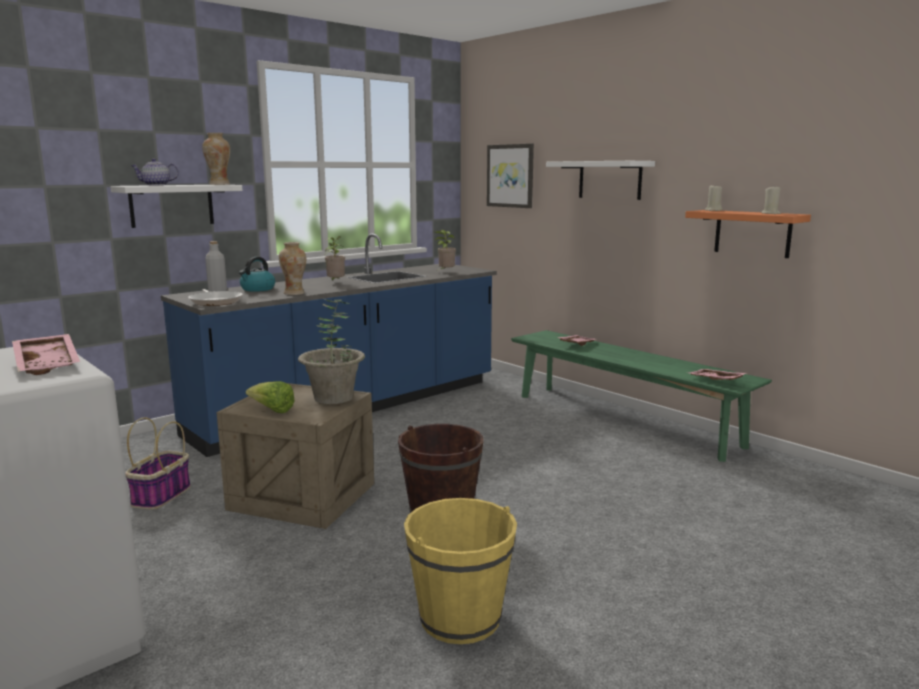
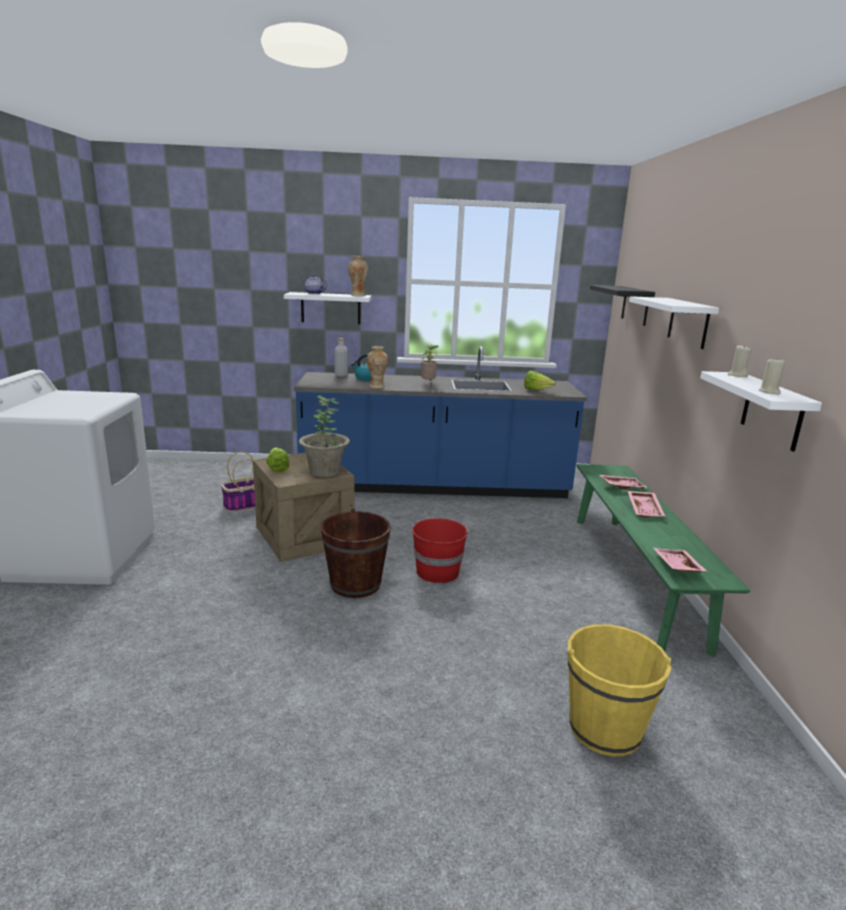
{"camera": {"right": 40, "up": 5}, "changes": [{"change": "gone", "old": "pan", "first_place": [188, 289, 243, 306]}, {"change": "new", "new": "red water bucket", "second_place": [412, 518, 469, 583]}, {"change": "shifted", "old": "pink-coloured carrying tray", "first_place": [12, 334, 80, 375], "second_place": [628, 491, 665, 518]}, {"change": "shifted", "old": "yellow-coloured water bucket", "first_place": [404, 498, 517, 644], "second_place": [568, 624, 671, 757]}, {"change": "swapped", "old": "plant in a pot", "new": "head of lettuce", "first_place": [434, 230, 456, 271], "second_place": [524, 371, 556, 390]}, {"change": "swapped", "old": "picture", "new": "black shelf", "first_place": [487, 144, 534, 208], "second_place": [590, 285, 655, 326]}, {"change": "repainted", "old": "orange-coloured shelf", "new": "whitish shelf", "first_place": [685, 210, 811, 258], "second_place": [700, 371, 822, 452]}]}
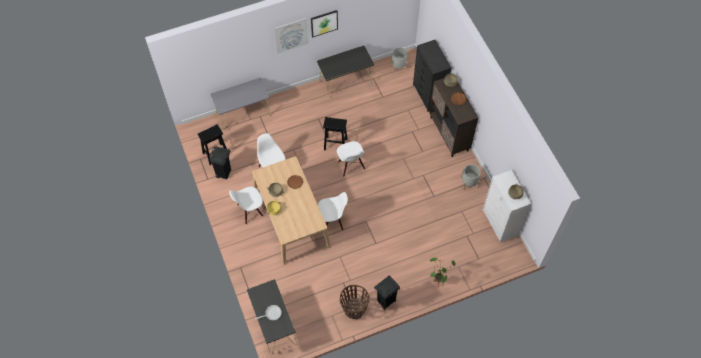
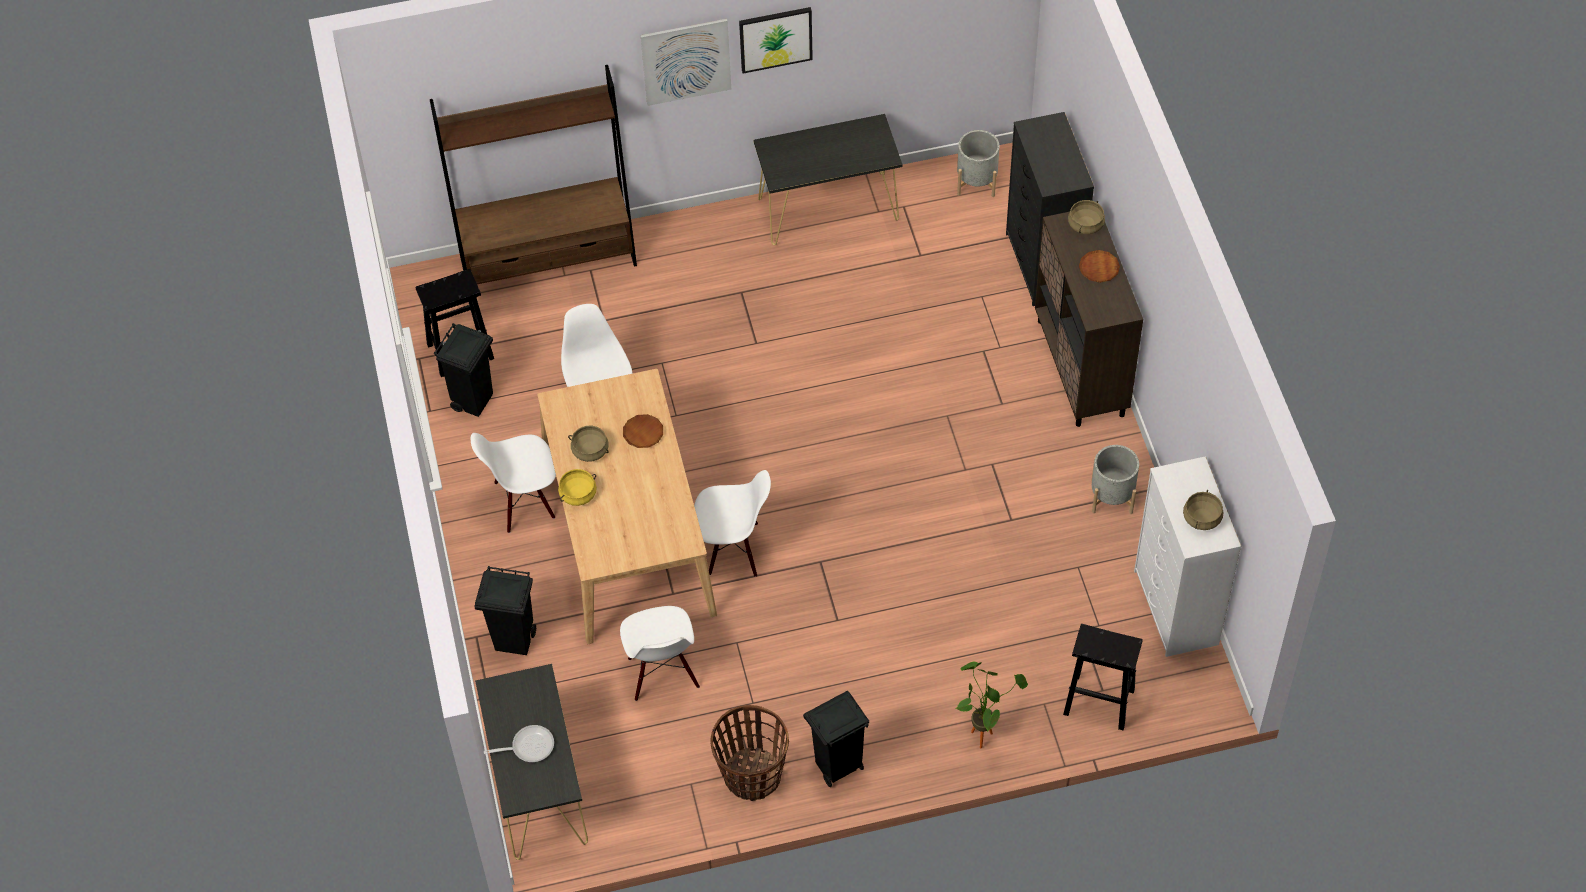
{"camera": {"right": 10, "up": -5}, "changes": [{"change": "new", "new": "black waste bin", "second_place": [474, 566, 536, 655]}, {"change": "shifted", "old": "black stool", "first_place": [323, 117, 348, 151], "second_place": [1063, 624, 1143, 730]}, {"change": "shifted", "old": "whitish chair", "first_place": [337, 141, 365, 176], "second_place": [620, 606, 700, 701]}, {"change": "swapped", "old": "greyish hall table", "new": "brownish shelving unit", "first_place": [211, 78, 271, 132], "second_place": [430, 65, 637, 284]}]}
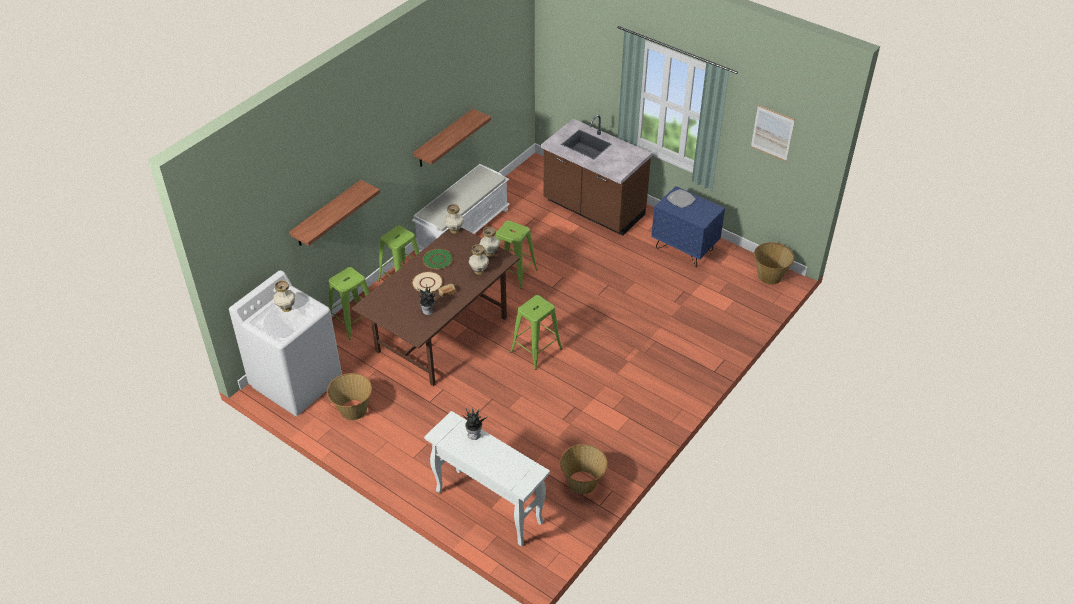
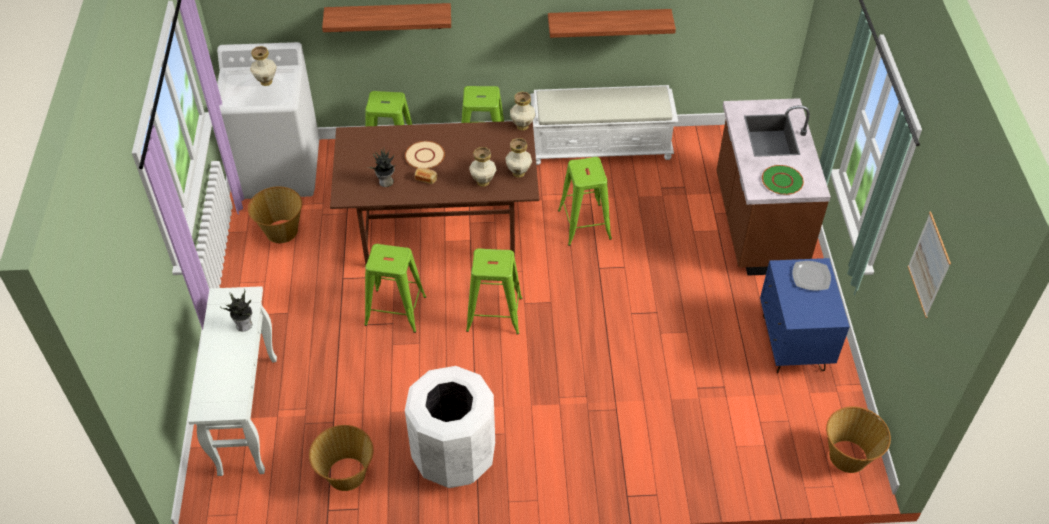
{"camera": {"right": 50, "up": 5}, "changes": [{"change": "new", "new": "green-coloured stool", "second_place": [364, 244, 426, 333]}, {"change": "new", "new": "whitish waste bin", "second_place": [405, 366, 495, 488]}, {"change": "shifted", "old": "green-coloured flat dish", "first_place": [423, 249, 453, 269], "second_place": [762, 165, 804, 195]}]}
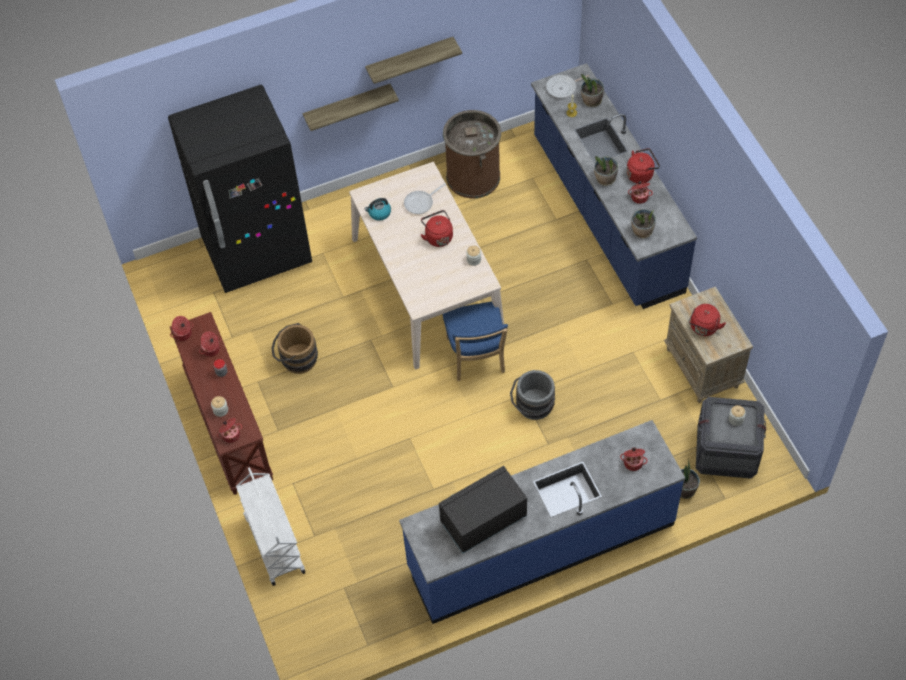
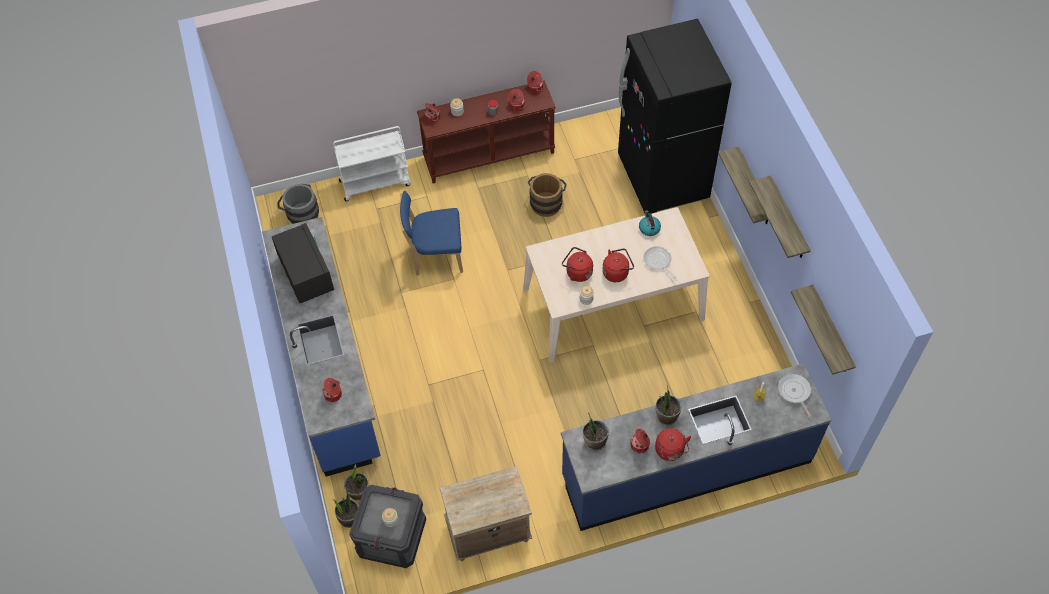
{"camera": {"right": 95, "up": 0}, "changes": [{"change": "gone", "old": "brownish waste bin", "first_place": [443, 110, 501, 198]}, {"change": "new", "new": "shelf", "second_place": [791, 285, 856, 375]}, {"change": "shifted", "old": "bluish chair", "first_place": [443, 301, 508, 381], "second_place": [399, 191, 463, 276]}, {"change": "shifted", "old": "greyish water bucket", "first_place": [510, 370, 555, 420], "second_place": [277, 184, 319, 224]}, {"change": "shifted", "old": "plant in a pot", "first_place": [581, 74, 604, 107], "second_place": [332, 491, 358, 528]}, {"change": "shifted", "old": "red water kettle", "first_place": [689, 304, 726, 336], "second_place": [562, 247, 593, 282]}]}
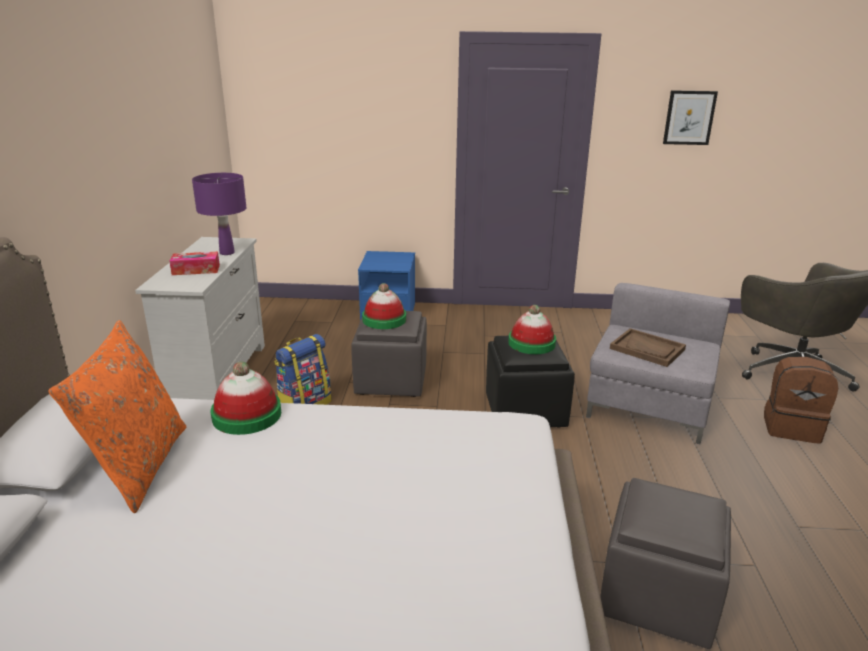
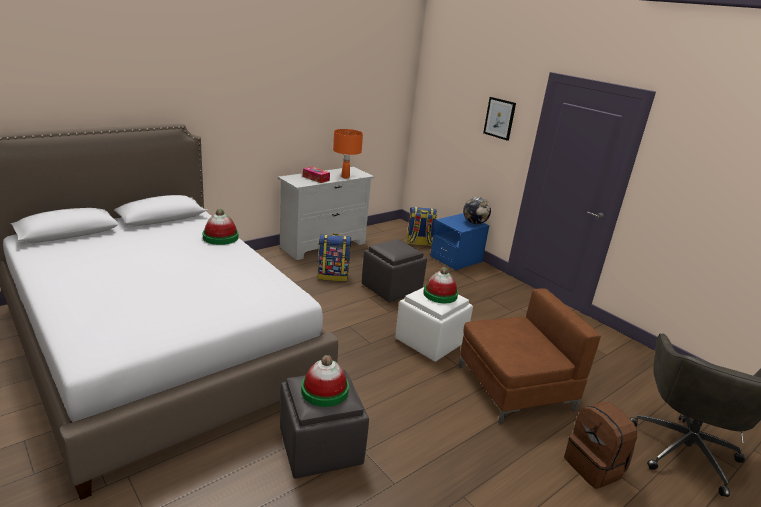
{"camera": {"right": 45, "up": 0}, "changes": [{"change": "gone", "old": "orange-coloured throw pillow", "first_place": [48, 320, 186, 513]}, {"change": "gone", "old": "brownish carrying tray", "first_place": [610, 328, 686, 367]}, {"change": "new", "new": "knapsack", "second_place": [407, 207, 437, 246]}, {"change": "new", "new": "desk globe", "second_place": [463, 197, 491, 224]}, {"change": "shifted", "old": "wearable hat", "first_place": [362, 283, 406, 329], "second_place": [301, 355, 349, 407]}, {"change": "shifted", "old": "picture", "first_place": [663, 90, 718, 145], "second_place": [483, 97, 516, 141]}, {"change": "repainted", "old": "purple tabletop lamp", "new": "orange-coloured tabletop lamp", "first_place": [192, 173, 247, 255], "second_place": [333, 129, 363, 178]}, {"change": "repainted", "old": "black footrest", "new": "whitish footrest", "first_place": [486, 336, 575, 428], "second_place": [395, 287, 473, 362]}, {"change": "repainted", "old": "greyish easy chair", "new": "brownish easy chair", "first_place": [586, 283, 730, 444], "second_place": [459, 288, 601, 424]}]}
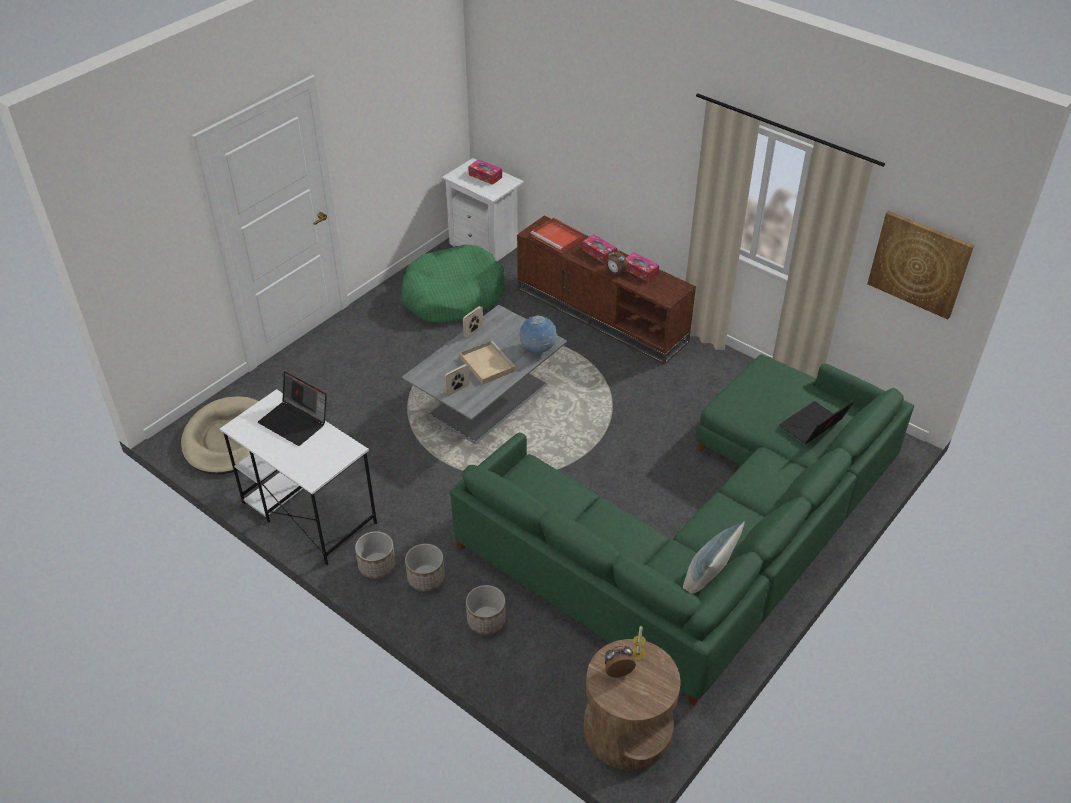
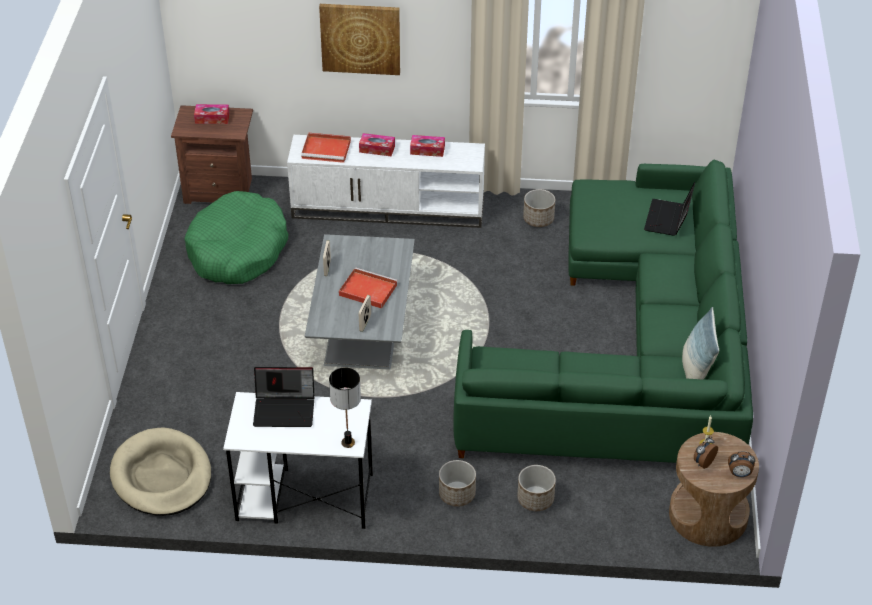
{"camera": {"right": -35, "up": 0}, "changes": [{"change": "gone", "old": "desk globe", "first_place": [519, 315, 558, 353]}, {"change": "new", "new": "tabletop lamp", "second_place": [329, 367, 361, 448]}, {"change": "shifted", "old": "planter", "first_place": [355, 531, 395, 579], "second_place": [523, 189, 555, 227]}, {"change": "shifted", "old": "alarm clock", "first_place": [606, 249, 628, 275], "second_place": [728, 451, 755, 477]}, {"change": "shifted", "old": "picture", "first_place": [867, 211, 974, 320], "second_place": [319, 4, 400, 75]}, {"change": "repainted", "old": "whitish bedside table", "new": "brownish bedside table", "first_place": [442, 158, 524, 261], "second_place": [171, 105, 253, 204]}, {"change": "repainted", "old": "beige carrying tray", "new": "red carrying tray", "first_place": [460, 341, 516, 384], "second_place": [339, 267, 398, 309]}, {"change": "repainted", "old": "brownish tv stand", "new": "whitish tv stand", "first_place": [517, 216, 696, 365], "second_place": [287, 135, 485, 228]}]}
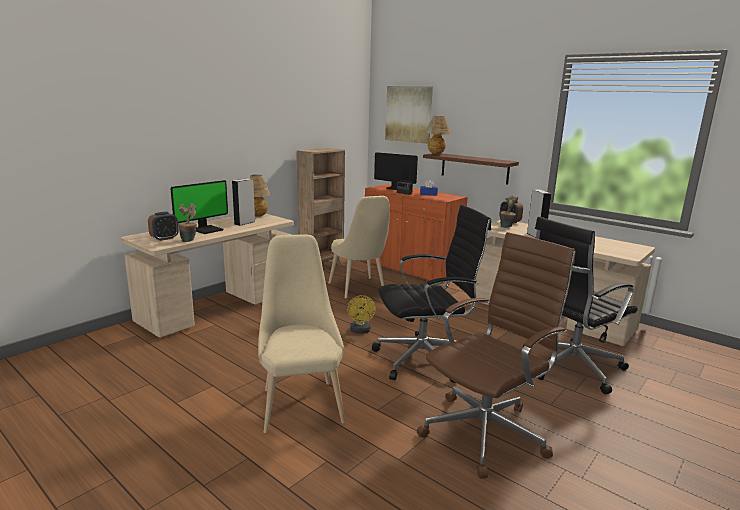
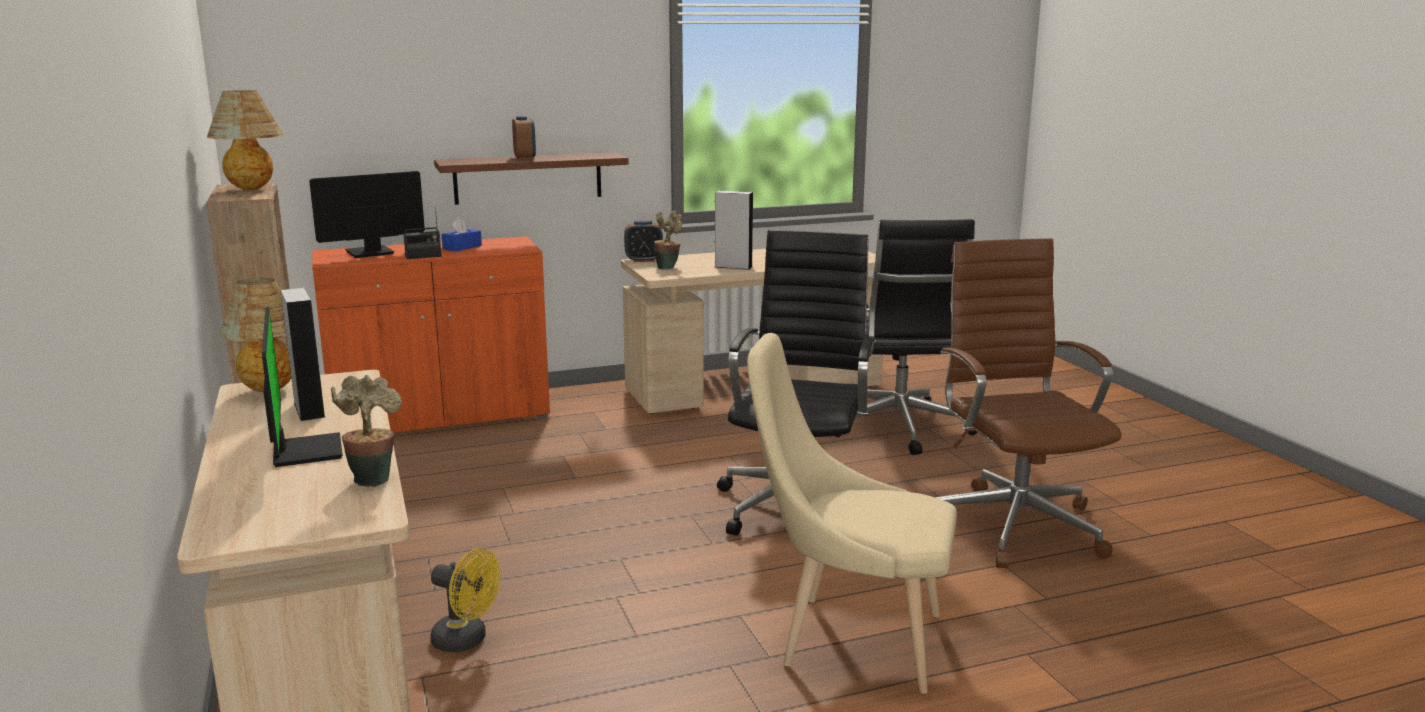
{"camera": {"right": -60, "up": 0}, "changes": [{"change": "gone", "old": "beige chair", "first_place": [328, 196, 390, 299]}, {"change": "gone", "old": "picture", "first_place": [385, 86, 433, 144]}, {"change": "shifted", "old": "alarm clock", "first_place": [148, 211, 179, 241], "second_place": [512, 116, 536, 160]}, {"change": "shifted", "old": "yellow-coloured electric fan", "first_place": [347, 295, 376, 334], "second_place": [430, 548, 501, 652]}, {"change": "shifted", "old": "tabletop lamp", "first_place": [425, 116, 451, 154], "second_place": [207, 90, 283, 190]}]}
